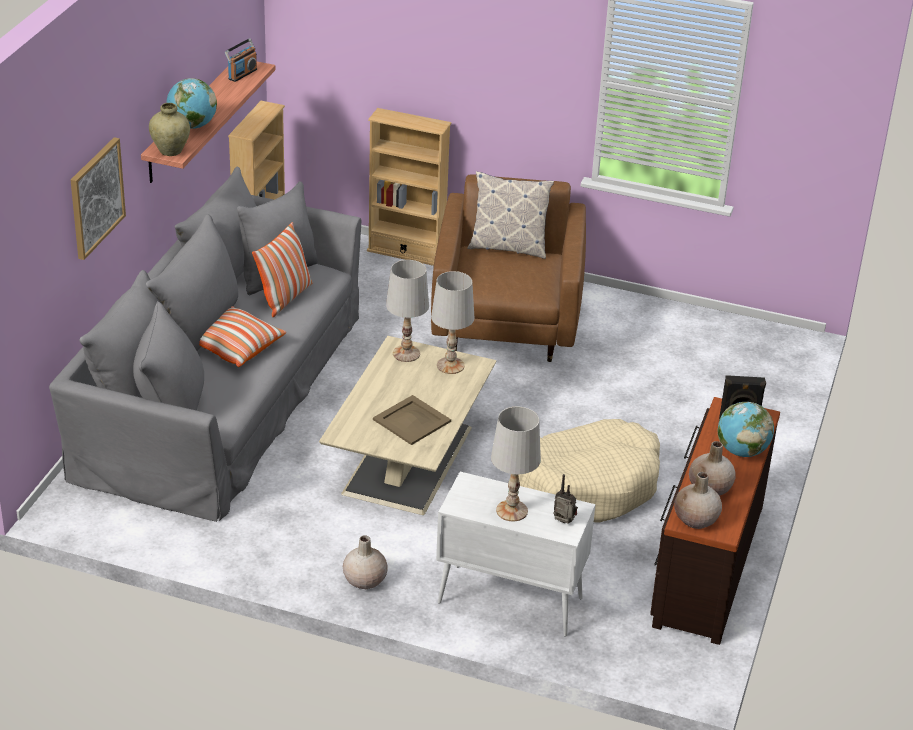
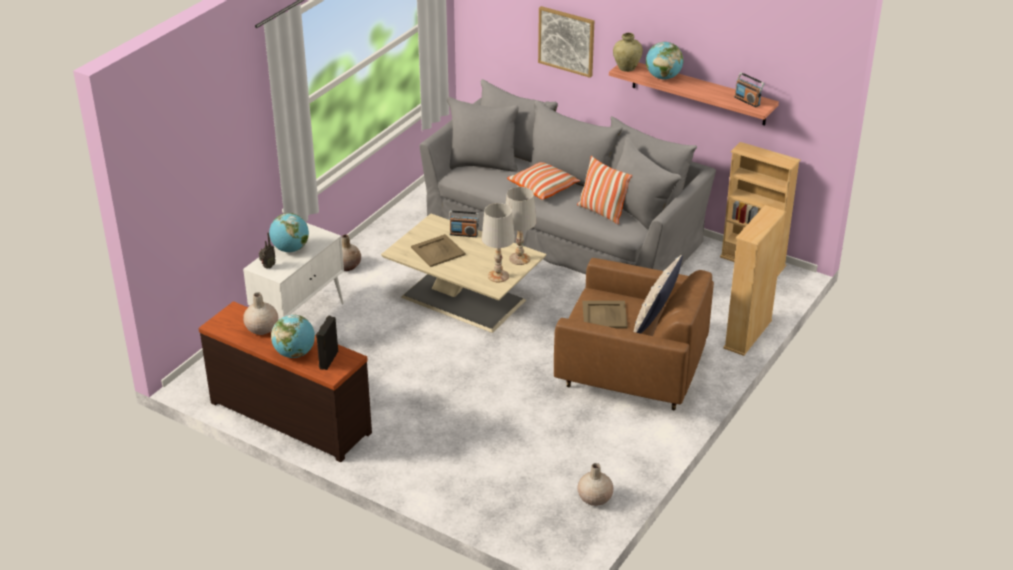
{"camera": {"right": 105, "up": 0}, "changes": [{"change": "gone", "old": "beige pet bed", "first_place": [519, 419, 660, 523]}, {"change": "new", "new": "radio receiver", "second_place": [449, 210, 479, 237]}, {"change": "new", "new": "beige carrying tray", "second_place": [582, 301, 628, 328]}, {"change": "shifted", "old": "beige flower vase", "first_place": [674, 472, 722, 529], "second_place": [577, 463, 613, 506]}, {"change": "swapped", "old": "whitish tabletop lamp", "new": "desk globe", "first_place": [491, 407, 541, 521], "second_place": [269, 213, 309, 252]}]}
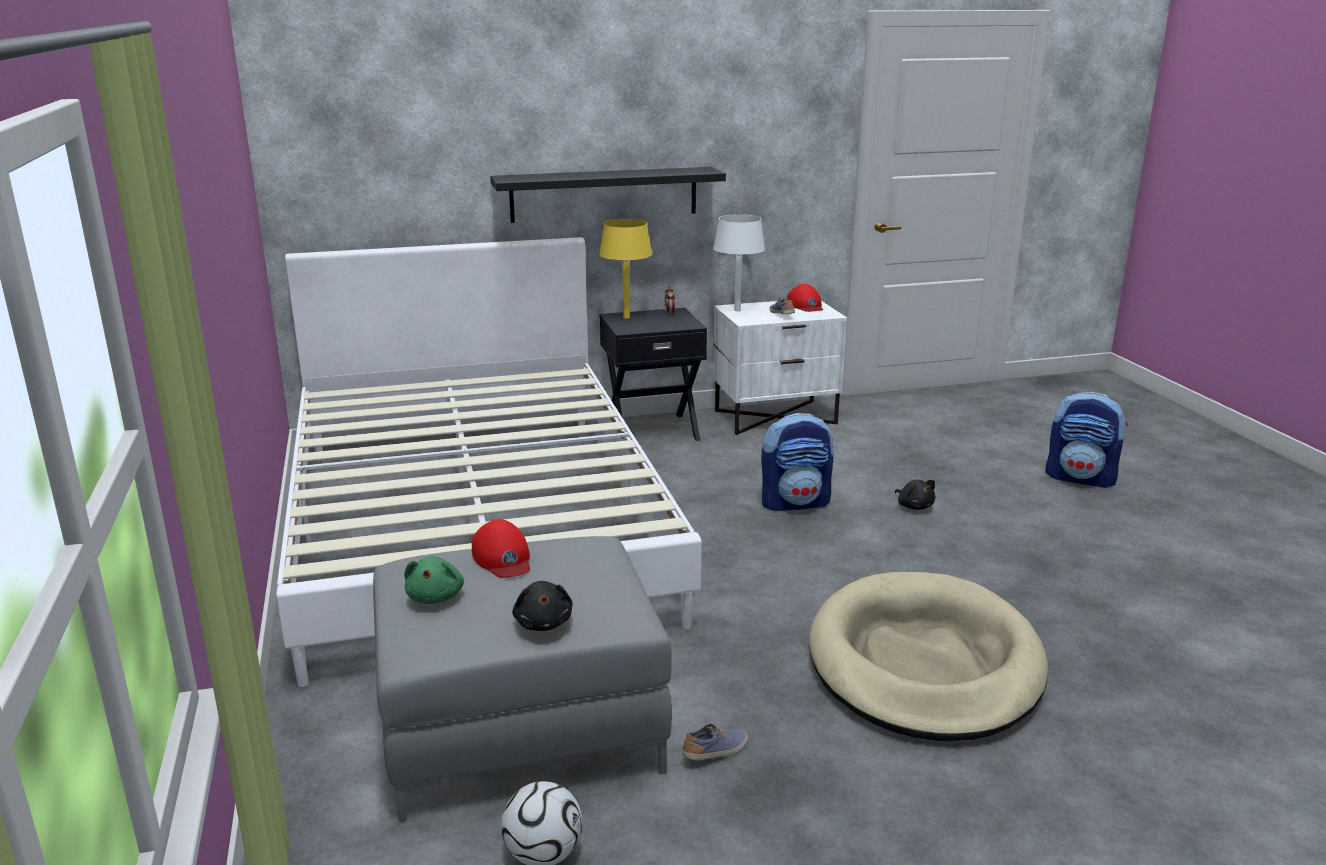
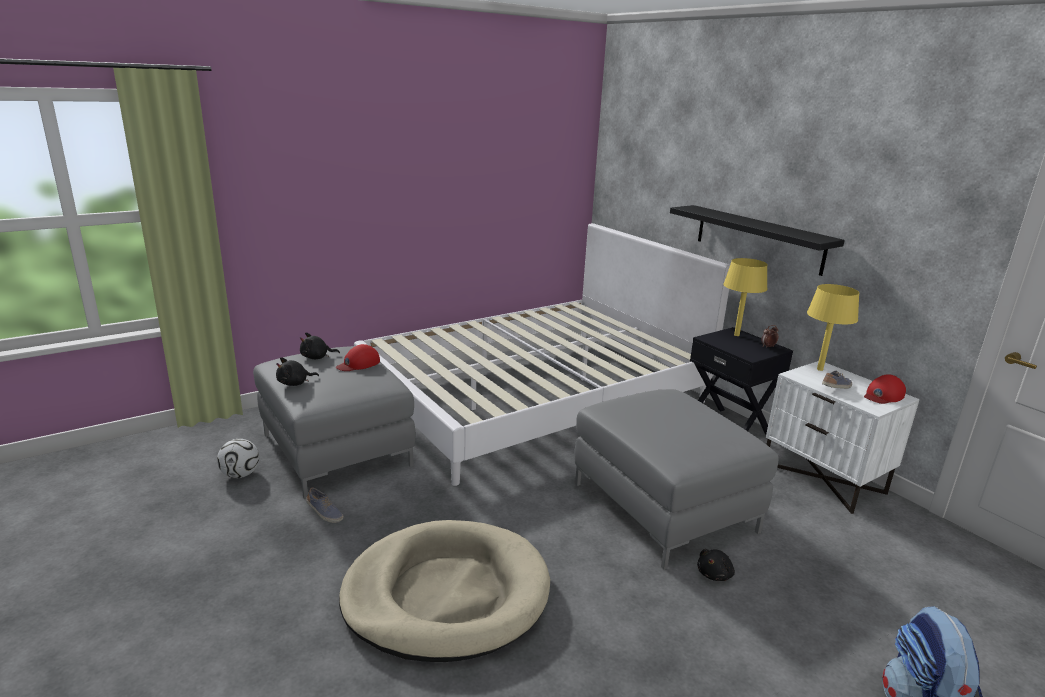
{"camera": {"right": 70, "up": 0}, "changes": [{"change": "swapped", "old": "knapsack", "new": "greyish footrest", "first_place": [761, 413, 834, 511], "second_place": [574, 389, 778, 569]}, {"change": "repainted", "old": "green-coloured cuddly toy", "new": "black cuddly toy", "first_place": [404, 556, 464, 604], "second_place": [300, 332, 340, 359]}, {"change": "repainted", "old": "whitish tabletop lamp", "new": "yellow-coloured tabletop lamp", "first_place": [713, 214, 765, 311], "second_place": [807, 284, 859, 371]}]}
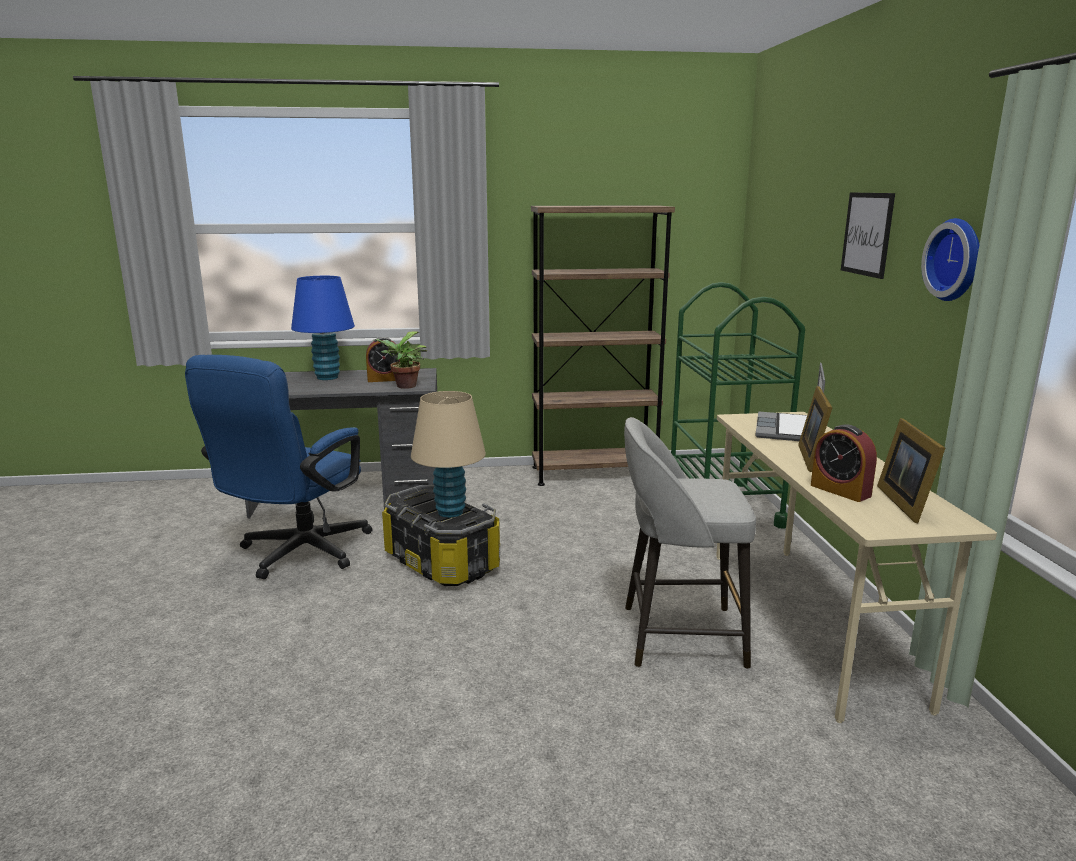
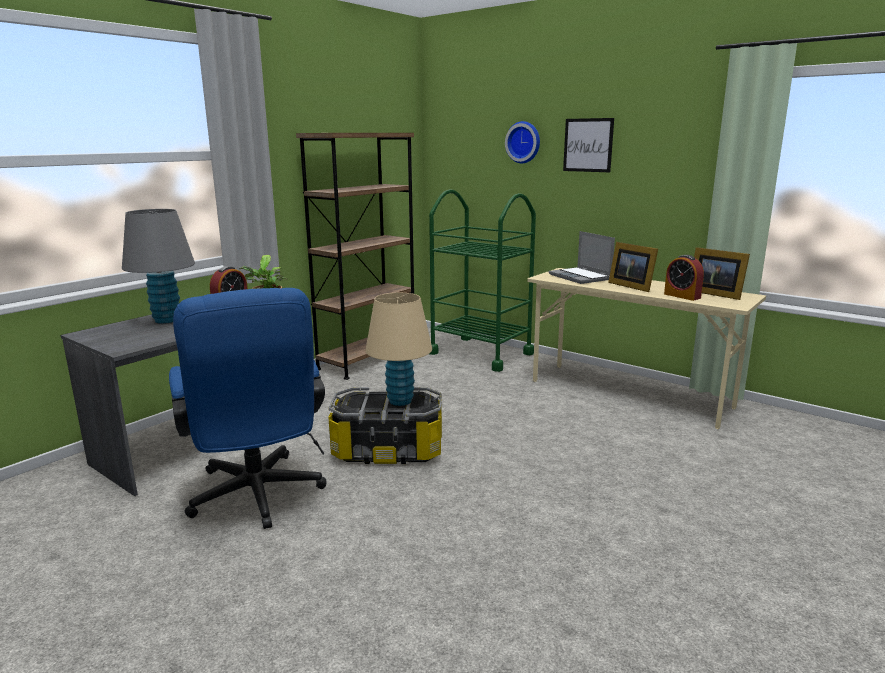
{"camera": {"right": -45, "up": 0}, "changes": [{"change": "gone", "old": "greyish stool", "first_place": [624, 417, 756, 669]}, {"change": "shifted", "old": "clock on the wall", "first_place": [921, 218, 980, 301], "second_place": [505, 121, 540, 163]}, {"change": "repainted", "old": "bluish tabletop lamp", "new": "greyish tabletop lamp", "first_place": [291, 276, 355, 380], "second_place": [122, 209, 195, 324]}, {"change": "rotated", "old": "alarm clock", "first_place": [811, 424, 877, 502], "second_place": [664, 255, 704, 301], "degrees": 45}]}
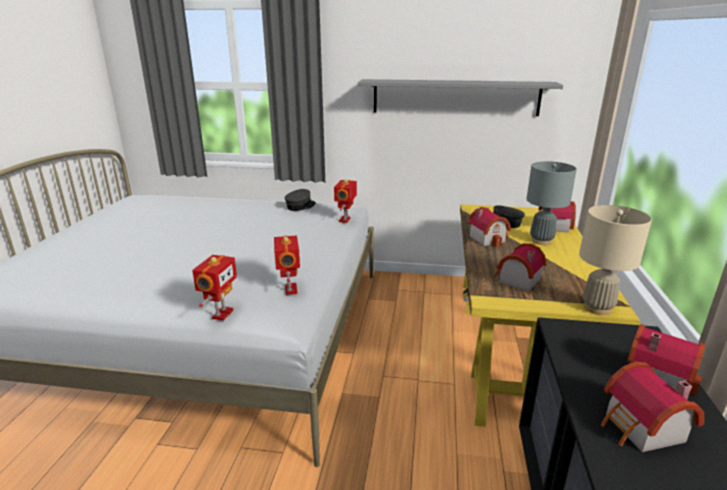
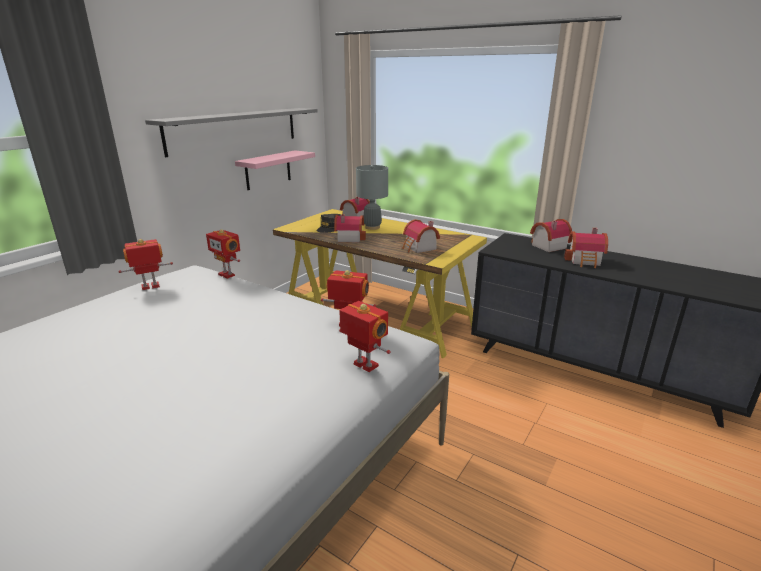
{"camera": {"right": -65, "up": 0}, "changes": [{"change": "gone", "old": "beige tabletop lamp", "first_place": [579, 205, 652, 315]}, {"change": "new", "new": "pink-coloured shelf", "second_place": [235, 150, 315, 190]}, {"change": "swapped", "old": "greyish peaked cap", "new": "model robot", "first_place": [285, 189, 316, 211], "second_place": [119, 239, 173, 290]}]}
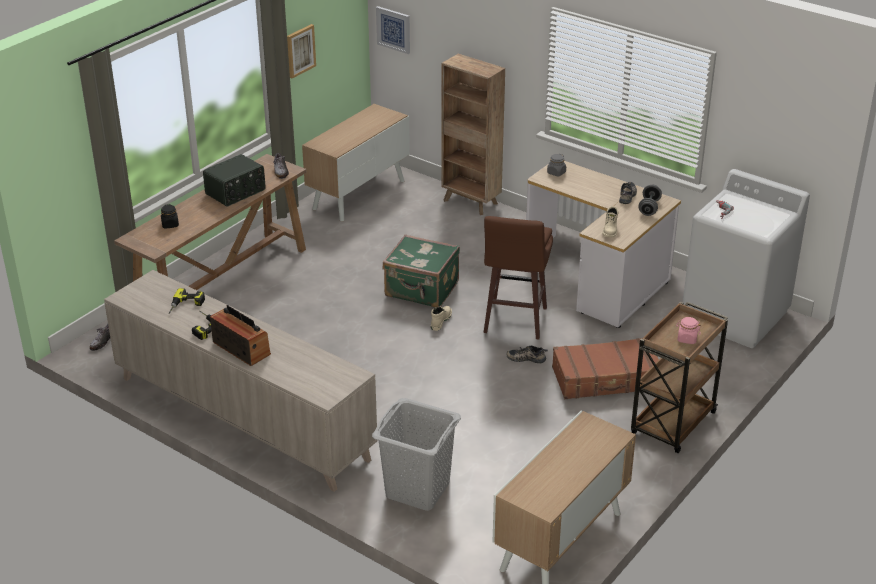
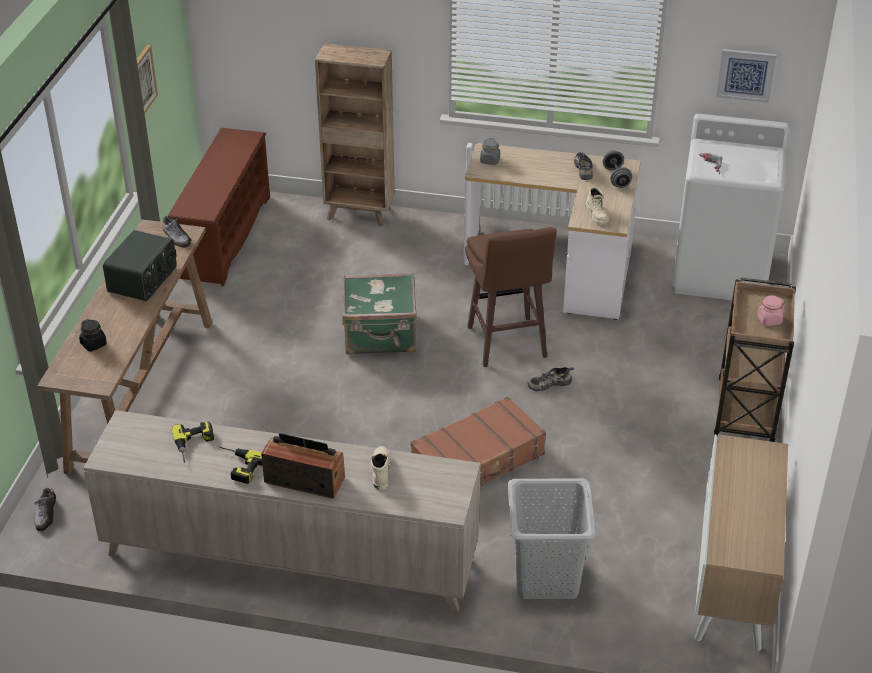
{"camera": {"right": -25, "up": 5}, "changes": [{"change": "shifted", "old": "picture", "first_place": [376, 6, 410, 54], "second_place": [716, 49, 777, 103]}, {"change": "shifted", "old": "beige boot", "first_place": [431, 306, 452, 331], "second_place": [371, 446, 391, 490]}, {"change": "shifted", "old": "brownish piece of luggage", "first_place": [552, 338, 659, 399], "second_place": [411, 396, 546, 487]}, {"change": "swapped", "old": "cupboard", "new": "brownish shoe shelf", "first_place": [302, 104, 410, 221], "second_place": [168, 128, 270, 286]}]}
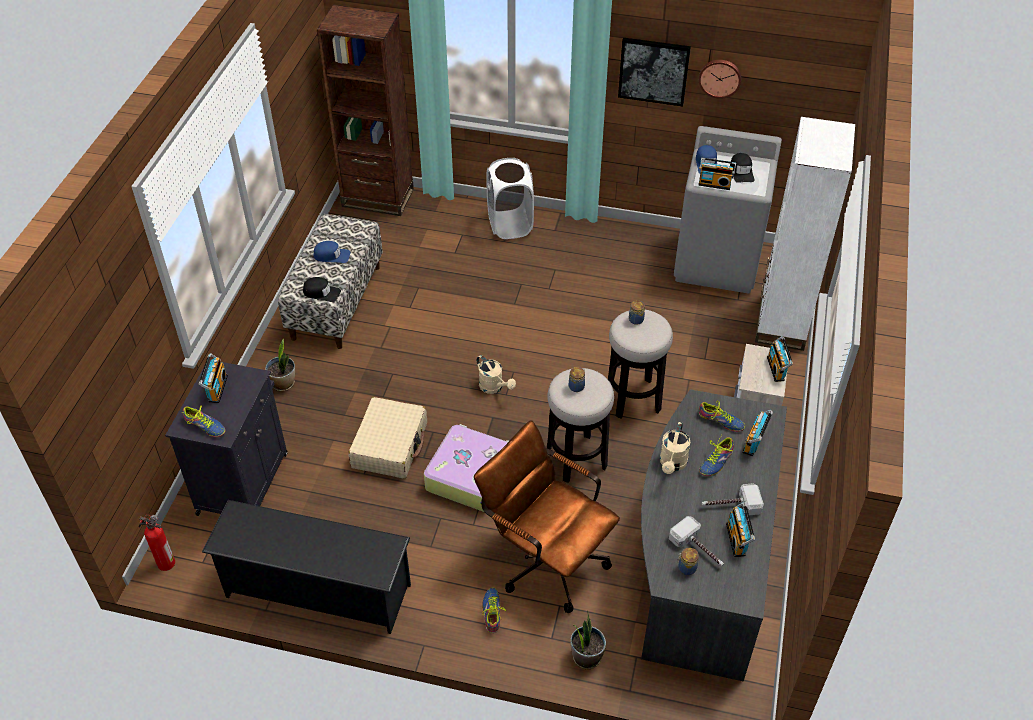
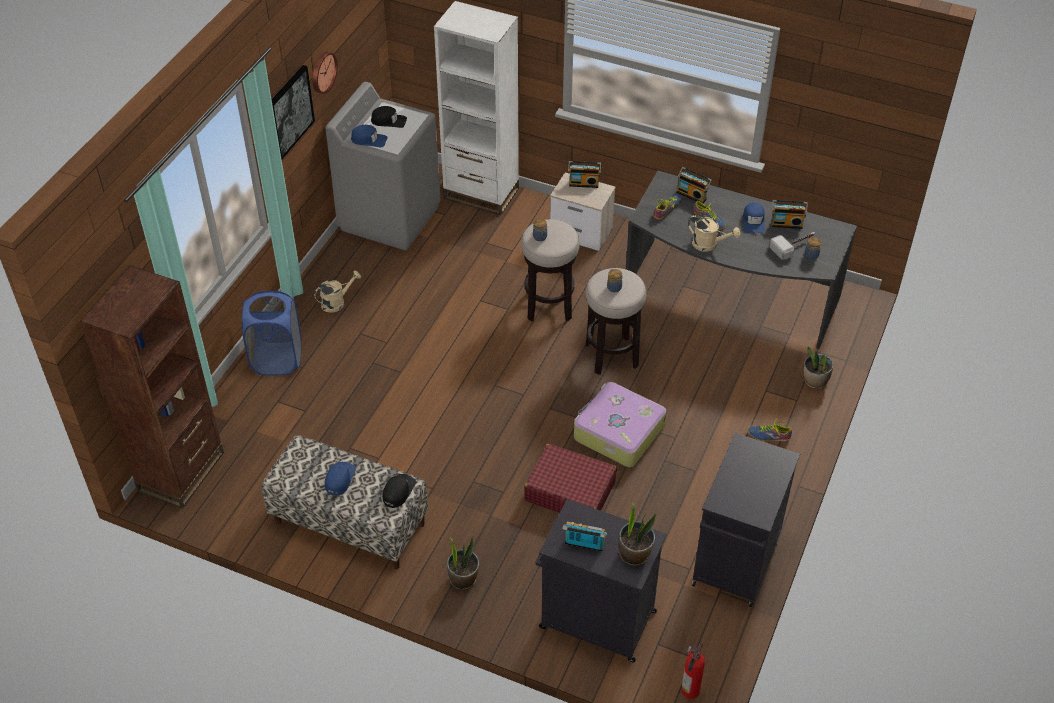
{"camera": {"right": -80, "up": 0}, "changes": [{"change": "gone", "old": "brownish desk chair", "first_place": [474, 420, 620, 613]}, {"change": "gone", "old": "radio receiver", "first_place": [698, 158, 736, 190]}, {"change": "shifted", "old": "beige watering can", "first_place": [476, 355, 516, 394], "second_place": [314, 271, 361, 313]}, {"change": "swapped", "old": "low shoe", "new": "plant in a pot", "first_place": [181, 405, 226, 437], "second_place": [619, 502, 656, 566]}, {"change": "swapped", "old": "black shoe shelf", "new": "black cupboard", "first_place": [202, 500, 411, 634], "second_place": [692, 433, 800, 607]}, {"change": "swapped", "old": "hand hammer", "new": "bluish peaked cap", "first_place": [702, 483, 764, 515], "second_place": [743, 202, 765, 233]}, {"change": "repainted", "old": "beige piece of luggage", "new": "red piece of luggage", "first_place": [348, 397, 427, 479], "second_place": [524, 444, 617, 513]}, {"change": "repainted", "old": "whitish hamper", "new": "bluish hamper", "first_place": [486, 158, 534, 239], "second_place": [242, 291, 302, 375]}]}
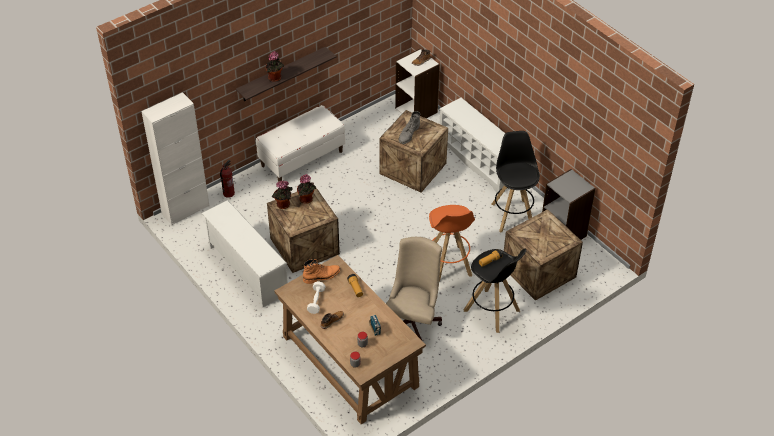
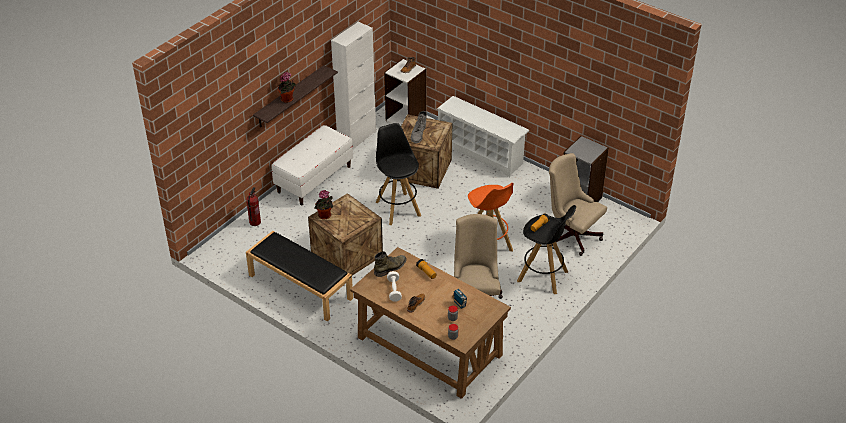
{"camera": {"right": -15, "up": -5}, "changes": [{"change": "gone", "old": "plant in a pot", "first_place": [297, 174, 316, 204]}, {"change": "shifted", "old": "whitish cupboard", "first_place": [141, 92, 210, 225], "second_place": [331, 22, 376, 149]}, {"change": "shifted", "old": "black stool", "first_place": [492, 131, 540, 233], "second_place": [375, 123, 421, 225]}, {"change": "swapped", "old": "whitish shoe shelf", "new": "black bench", "first_place": [202, 200, 288, 307], "second_place": [246, 231, 353, 322]}, {"change": "swapped", "old": "packing crate", "new": "beige desk chair", "first_place": [504, 209, 583, 301], "second_place": [549, 153, 607, 256]}, {"change": "repainted", "old": "orange-coloured boot", "new": "green-coloured boot", "first_place": [303, 259, 341, 284], "second_place": [374, 251, 407, 277]}]}
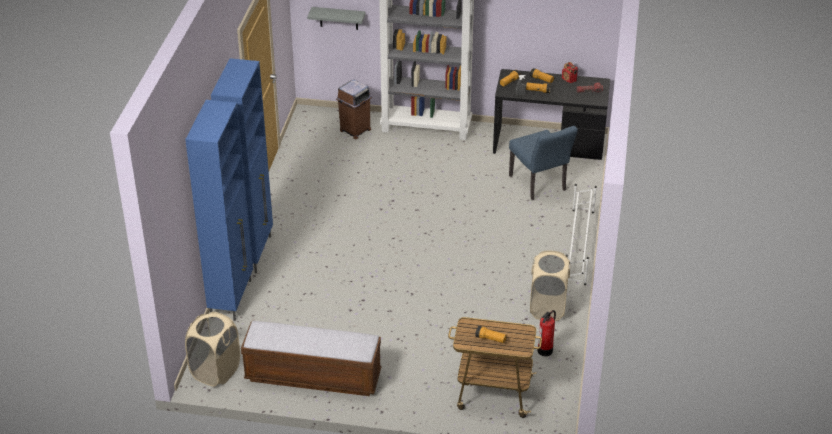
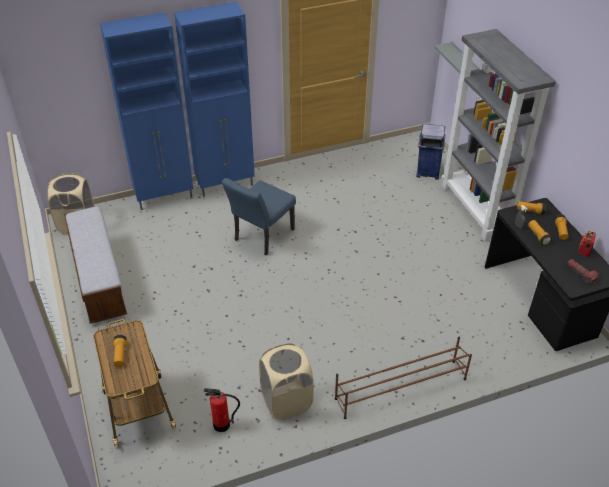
{"camera": {"right": 60, "up": 5}, "changes": [{"change": "shifted", "old": "bluish chair", "first_place": [509, 126, 578, 200], "second_place": [222, 178, 296, 256]}, {"change": "repainted", "old": "brownish waste bin", "new": "bluish waste bin", "first_place": [336, 80, 372, 139], "second_place": [416, 124, 445, 180]}, {"change": "repainted", "old": "whitish shoe shelf", "new": "brownish shoe shelf", "first_place": [566, 184, 597, 285], "second_place": [335, 336, 472, 419]}]}
